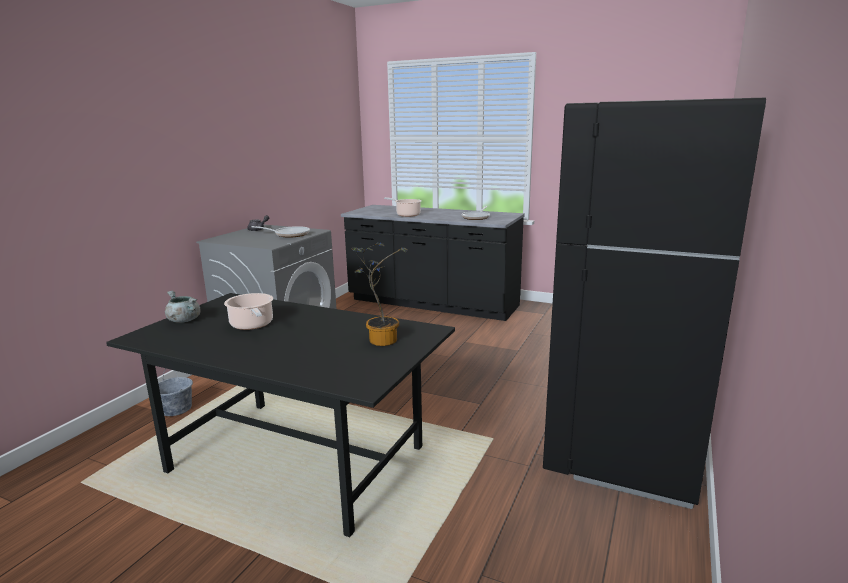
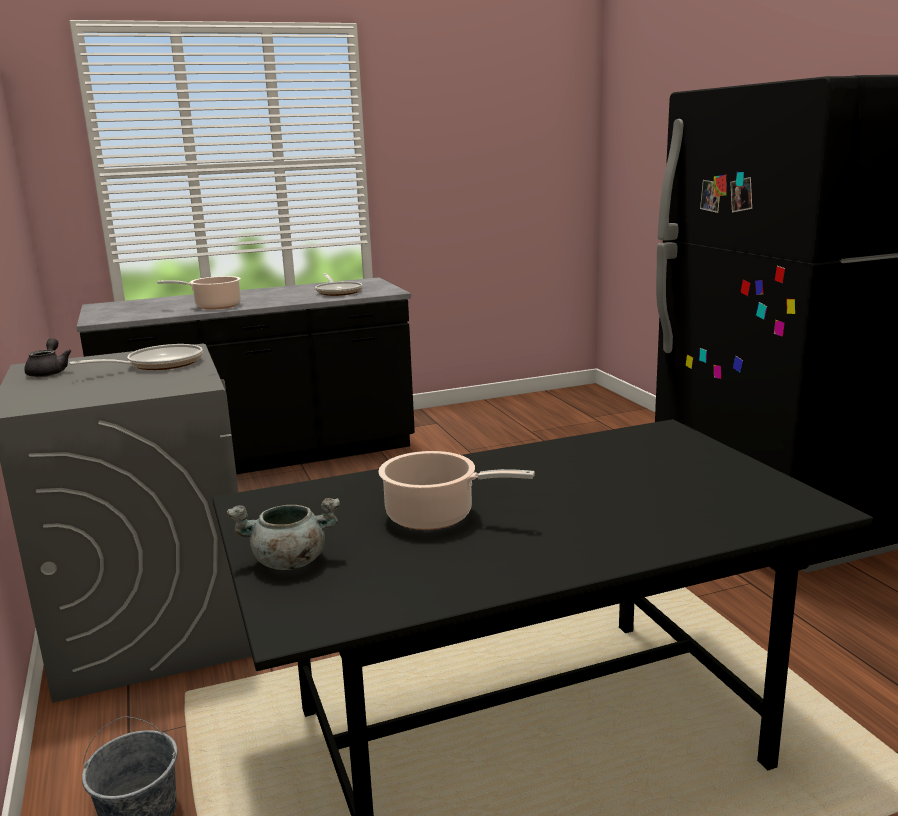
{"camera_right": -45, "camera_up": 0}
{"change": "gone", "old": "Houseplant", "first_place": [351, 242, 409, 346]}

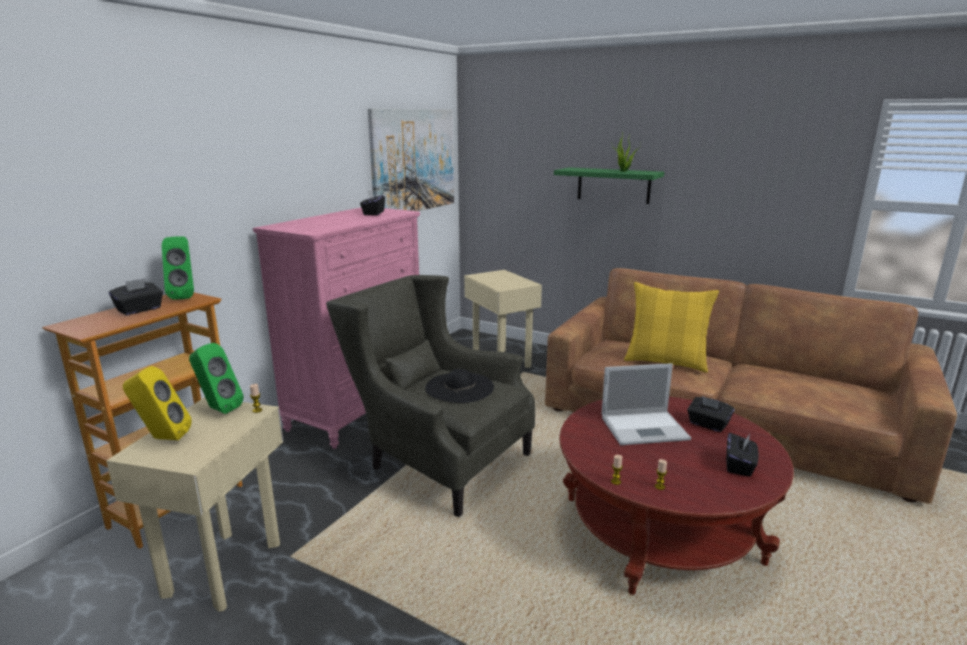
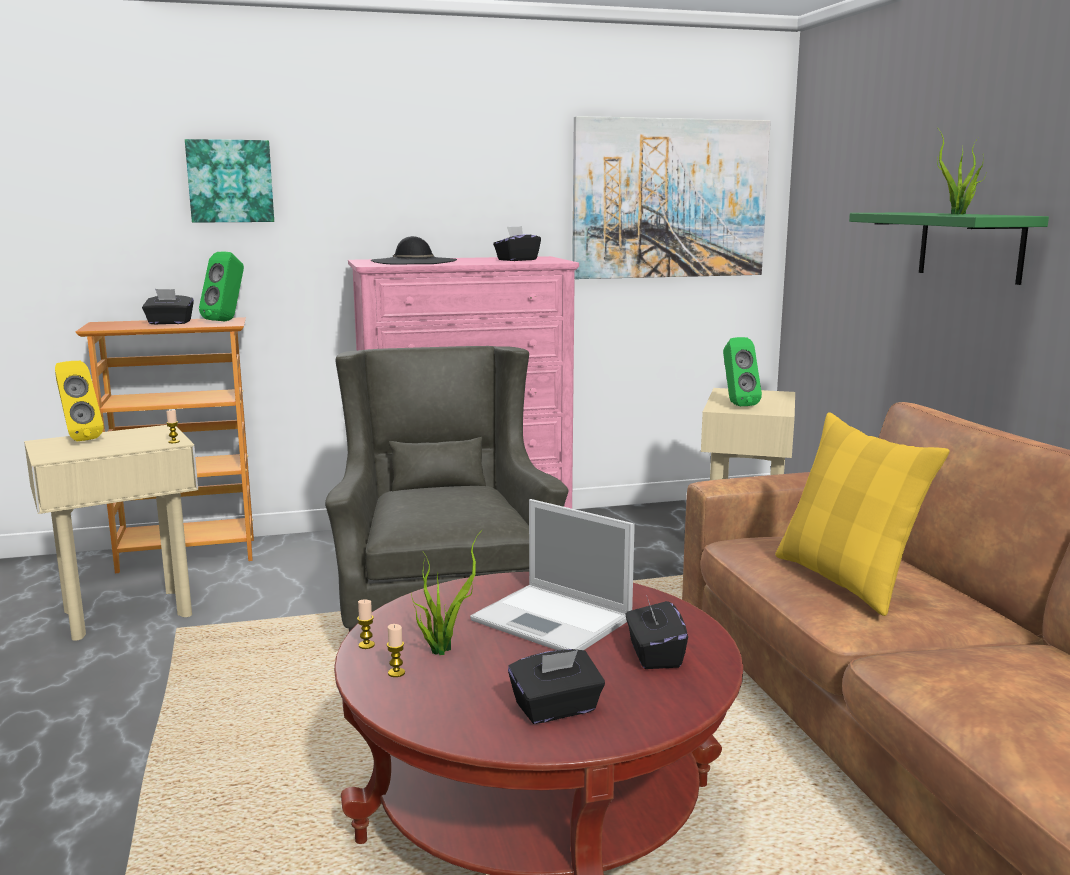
{"camera_right": 45, "camera_up": -5}
{"change": "shifted", "old": "GreenishSpeaker", "first_place": [189, 343, 244, 414], "second_place": [723, 337, 762, 406]}
{"change": "shifted", "old": "BlackishClothingHat", "first_place": [425, 368, 494, 403], "second_place": [371, 236, 457, 265]}
{"change": "new", "new": "WallPicture", "second_place": [185, 139, 274, 223]}
{"change": "new", "new": "Houseplant", "second_place": [411, 529, 483, 655]}

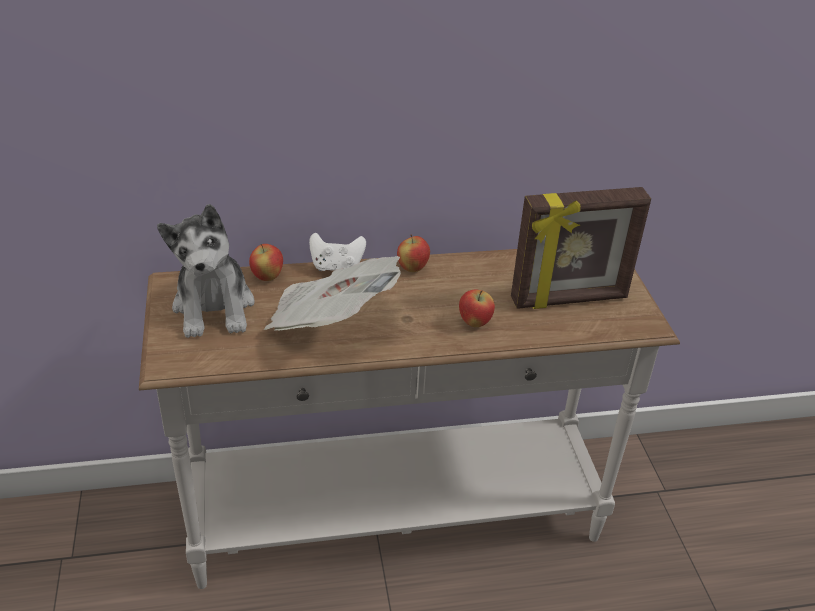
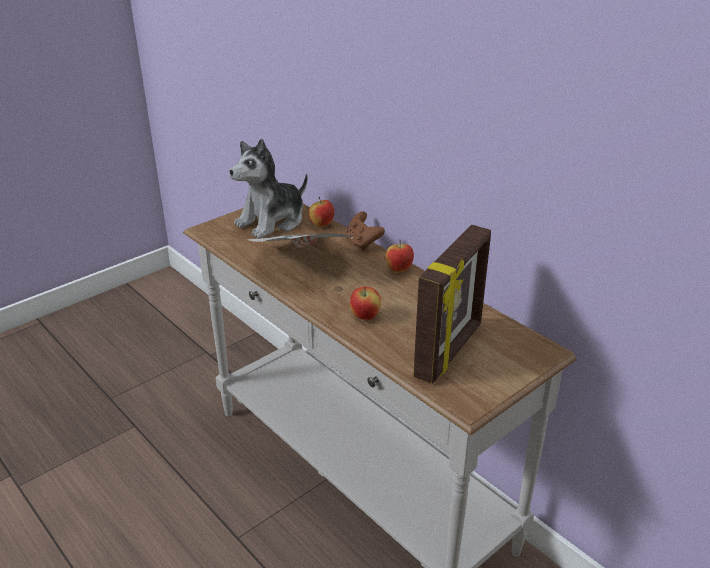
{"camera_right": 60, "camera_up": -5}
{"change": "rotated", "old": "PhotoFrame", "first_place": [511, 187, 651, 309], "second_place": [413, 225, 491, 384], "degrees": -105}
{"change": "repainted", "old": "WhiteColouredJoypad", "new": "BrownishJoypad", "first_place": [309, 233, 366, 271], "second_place": [345, 211, 385, 251]}

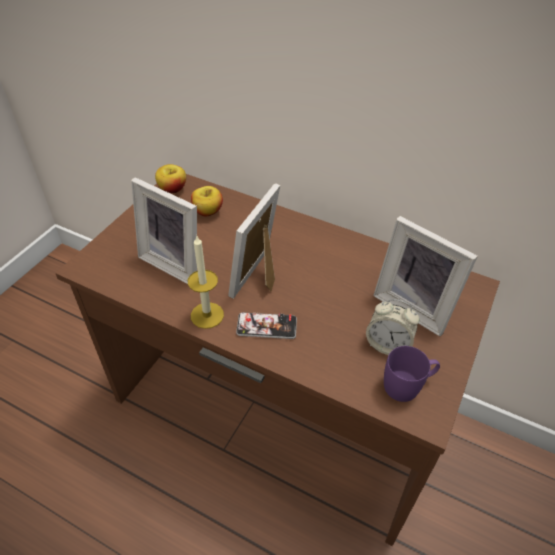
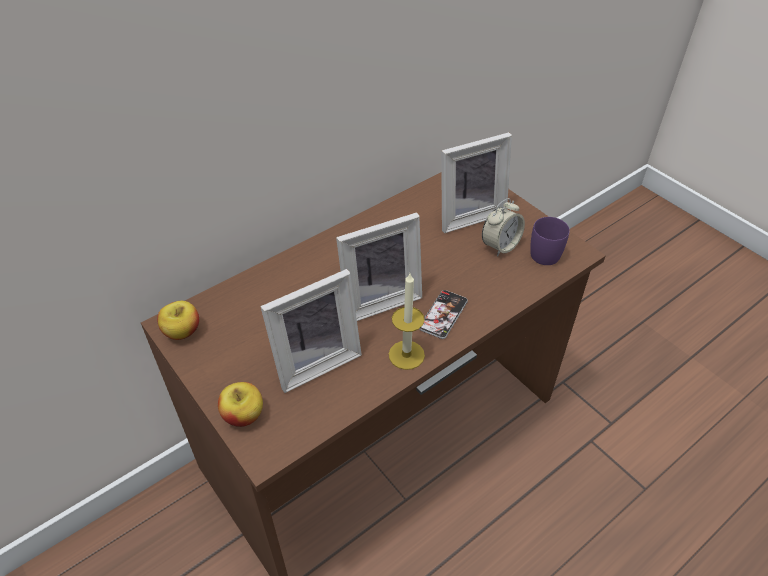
{"camera_right": -65, "camera_up": 0}
{"change": "rotated", "old": "PhotoFrame", "first_place": [228, 183, 280, 299], "second_place": [336, 212, 422, 321], "degrees": -75}
{"change": "shifted", "old": "Apple", "first_place": [191, 186, 223, 217], "second_place": [218, 382, 263, 427]}

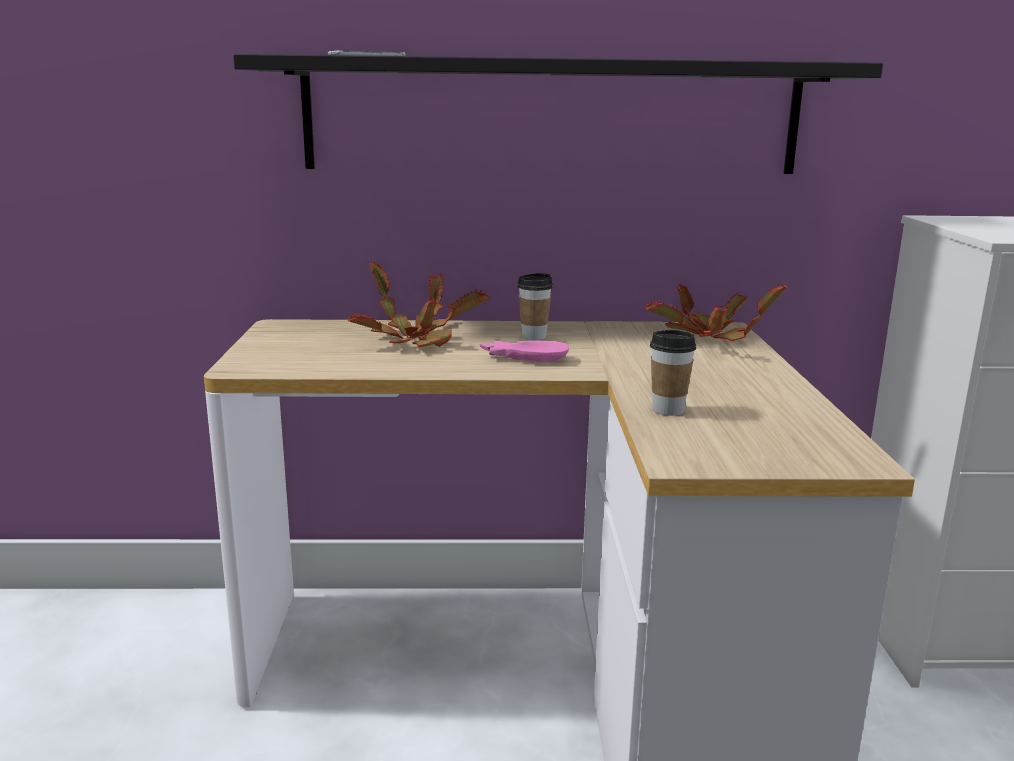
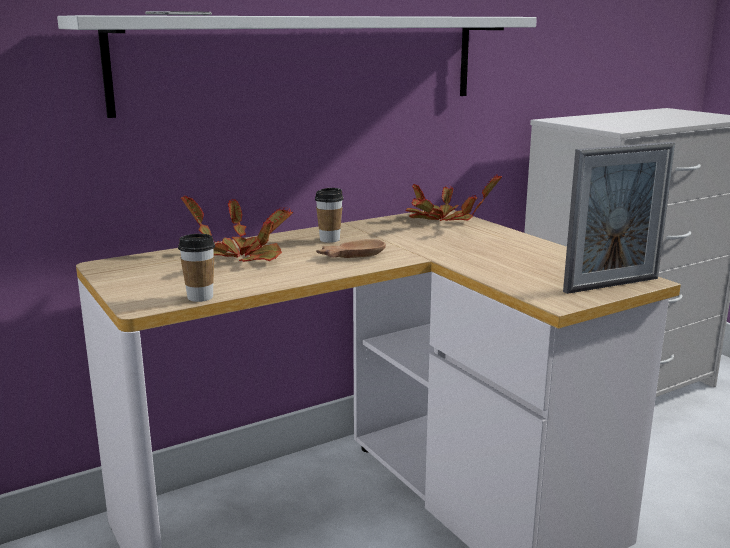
{"camera_right": -30, "camera_up": 0}
{"change": "repainted", "old": "BlackishWallShelf", "new": "WhiteColouredWallShelf", "first_place": [233, 54, 883, 174], "second_place": [57, 15, 537, 118]}
{"change": "shifted", "old": "SmallCup", "first_place": [650, 330, 696, 416], "second_place": [178, 234, 215, 302]}
{"change": "repainted", "old": "PinkColouredDeepDish", "new": "BrownishDeepDish", "first_place": [479, 341, 569, 362], "second_place": [316, 239, 386, 258]}
{"change": "new", "new": "PhotoFrame", "second_place": [563, 142, 675, 294]}

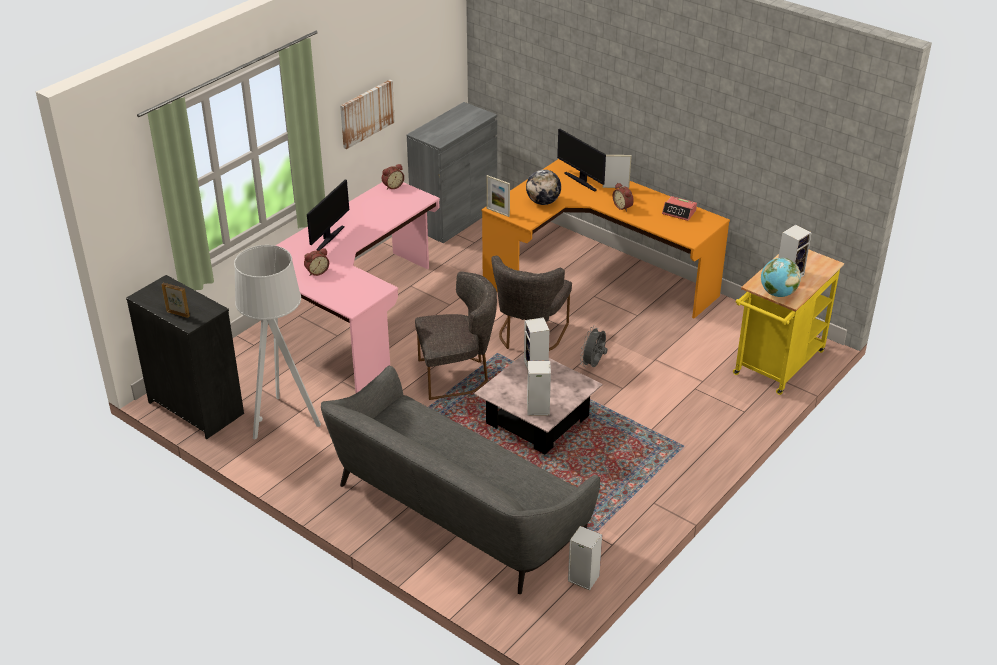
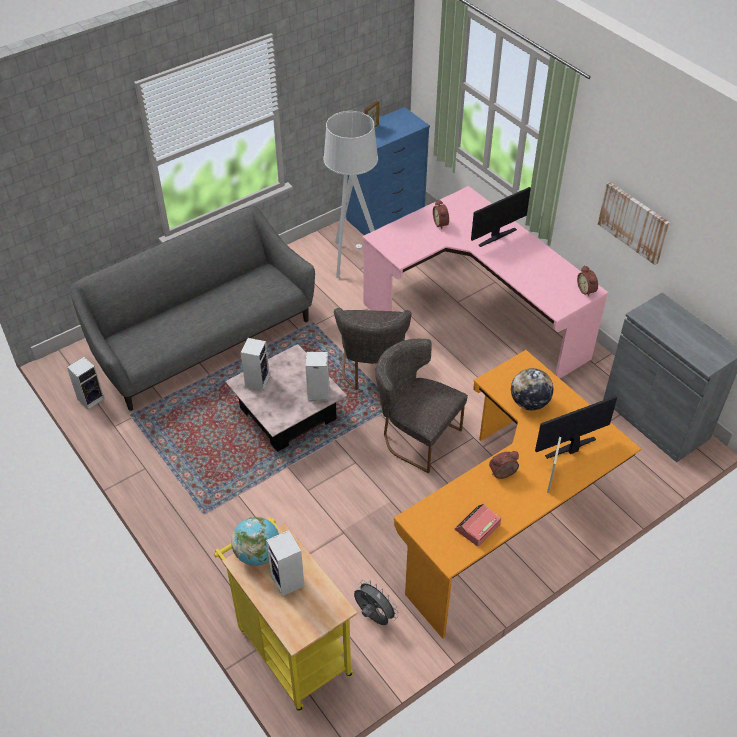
{"camera_right": 105, "camera_up": 10}
{"change": "gone", "old": "PhotoFrame", "first_place": [486, 175, 510, 217]}
{"change": "rotated", "old": "ComputerDisplay", "first_place": [307, 180, 349, 251], "second_place": [471, 187, 531, 247], "degrees": -75}
{"change": "repainted", "old": "BlackishChestOfDrawers", "new": "BlueColouredChestOfDrawers", "first_place": [126, 275, 244, 439], "second_place": [346, 107, 430, 235]}
{"change": "shifted", "old": "GrayFan", "first_place": [580, 326, 607, 367], "second_place": [354, 580, 398, 625]}

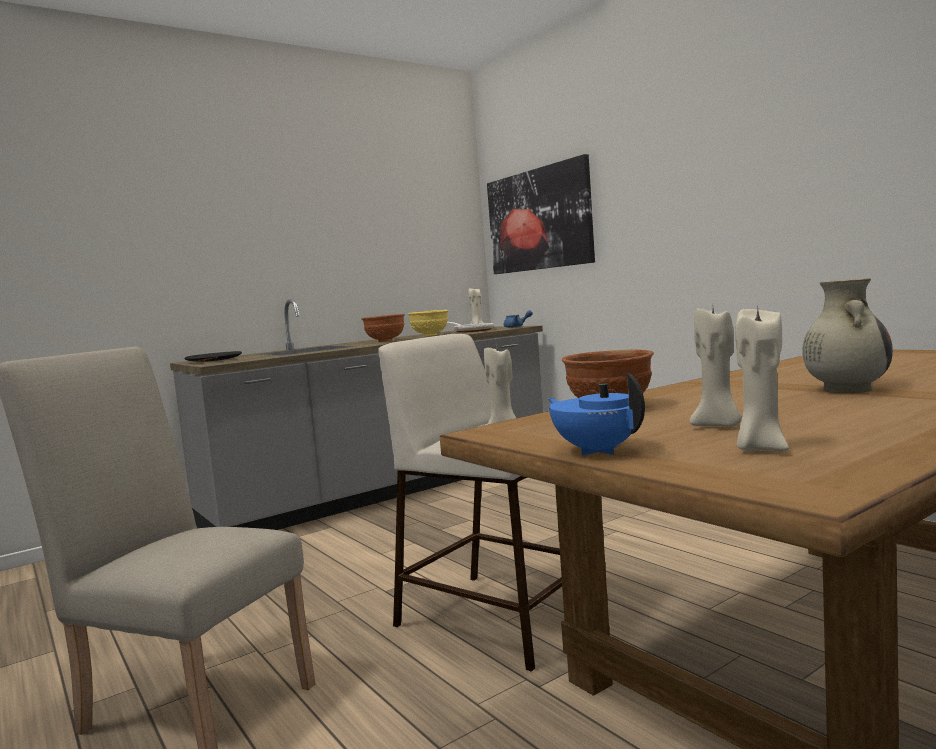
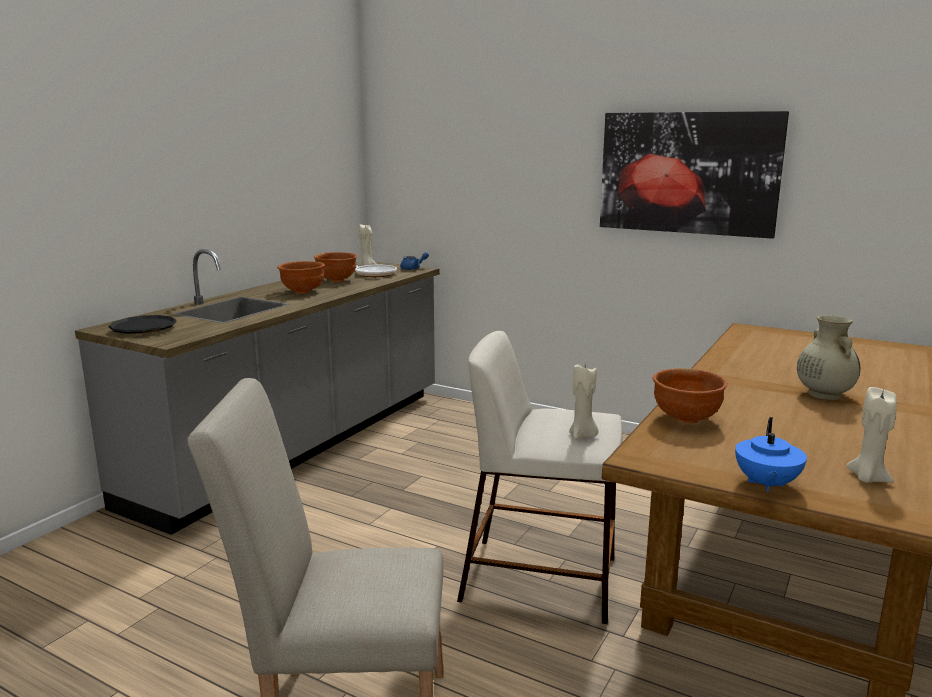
{"camera_right": -25, "camera_up": 10}
{"change": "shifted", "old": "WallPicture", "first_place": [487, 154, 595, 274], "second_place": [600, 111, 789, 239]}
{"change": "gone", "old": "BeigeColouredCandle", "first_place": [690, 308, 742, 427]}
{"change": "repainted", "old": "YellowDeepDish", "new": "BrownishDeepDish", "first_place": [408, 310, 449, 336], "second_place": [314, 252, 357, 282]}
{"change": "rotated", "old": "BlueColouredPotForTea", "first_place": [548, 373, 645, 456], "second_place": [735, 417, 807, 492], "degrees": -105}

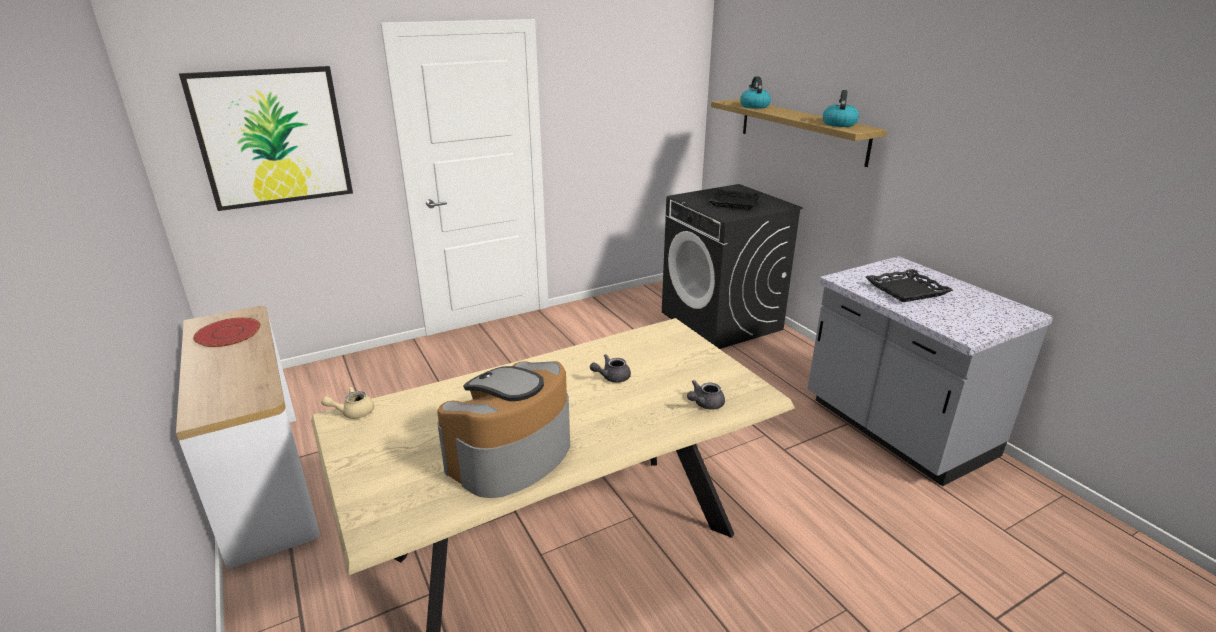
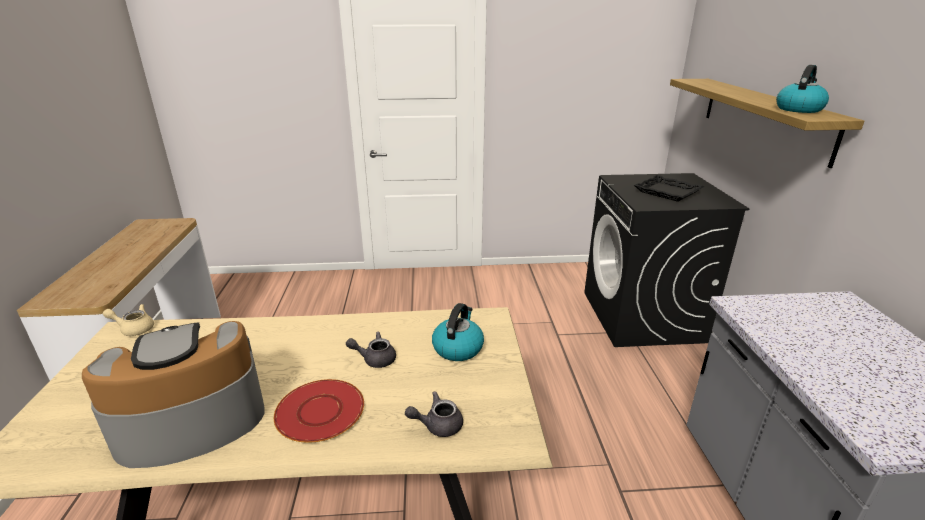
{"camera_right": 25, "camera_up": 0}
{"change": "gone", "old": "WallPicture", "first_place": [179, 66, 353, 211]}
{"change": "shifted", "old": "Kettle", "first_place": [740, 76, 771, 109], "second_place": [432, 303, 484, 361]}
{"change": "gone", "old": "BlackishTray", "first_place": [866, 269, 953, 302]}
{"change": "shifted", "old": "ReddishPlate", "first_place": [193, 317, 261, 347], "second_place": [274, 379, 364, 443]}

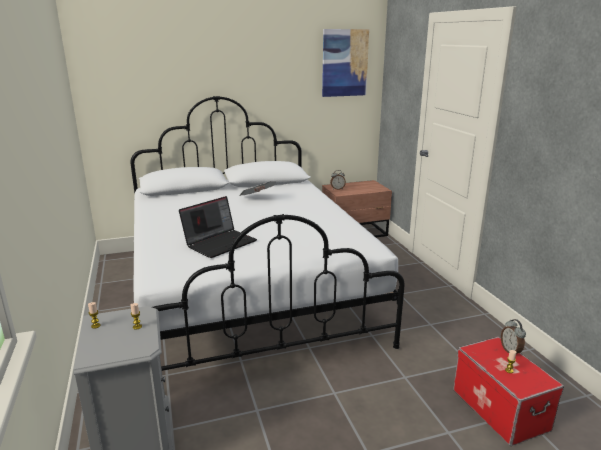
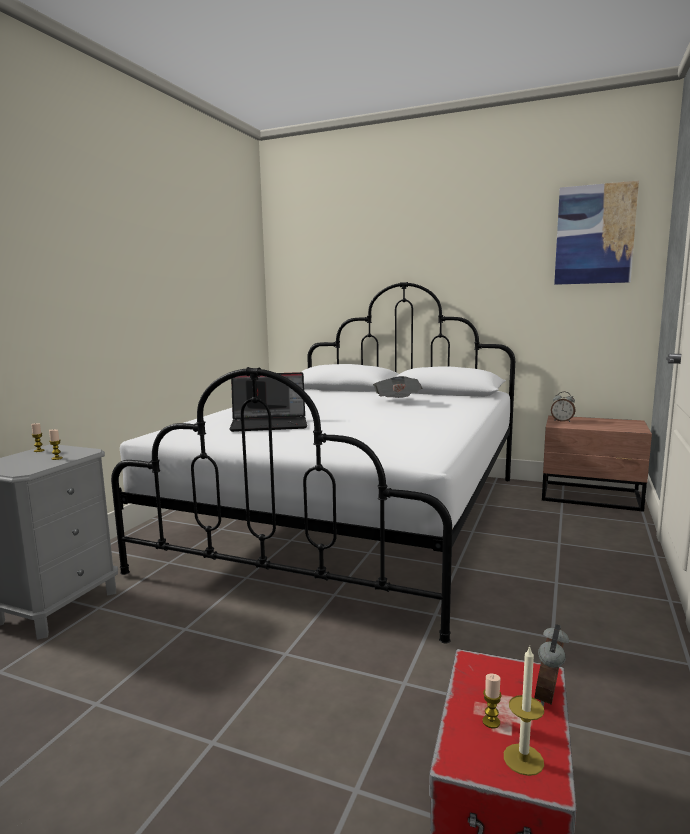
{"camera_right": 40, "camera_up": -10}
{"change": "new", "new": "Candle", "second_place": [504, 646, 544, 776]}

